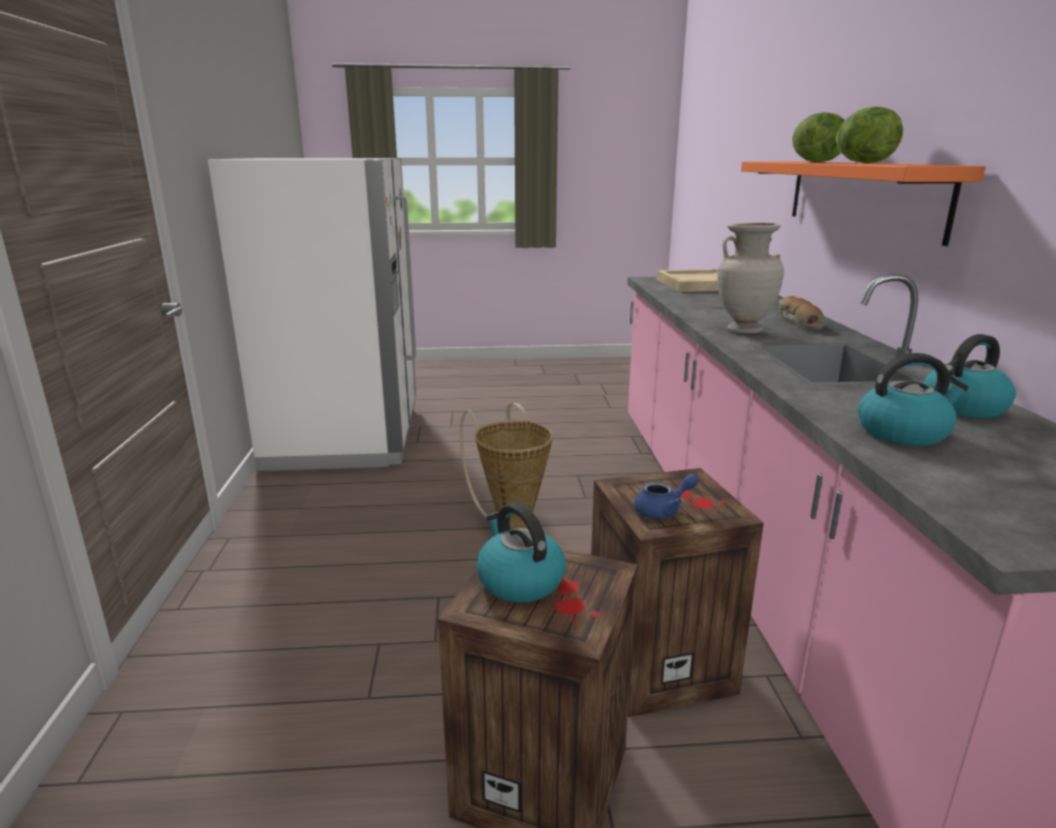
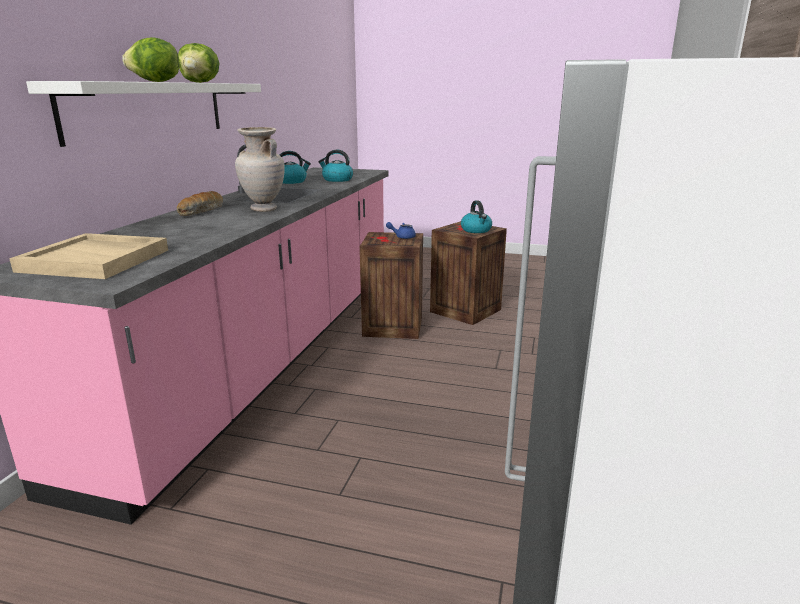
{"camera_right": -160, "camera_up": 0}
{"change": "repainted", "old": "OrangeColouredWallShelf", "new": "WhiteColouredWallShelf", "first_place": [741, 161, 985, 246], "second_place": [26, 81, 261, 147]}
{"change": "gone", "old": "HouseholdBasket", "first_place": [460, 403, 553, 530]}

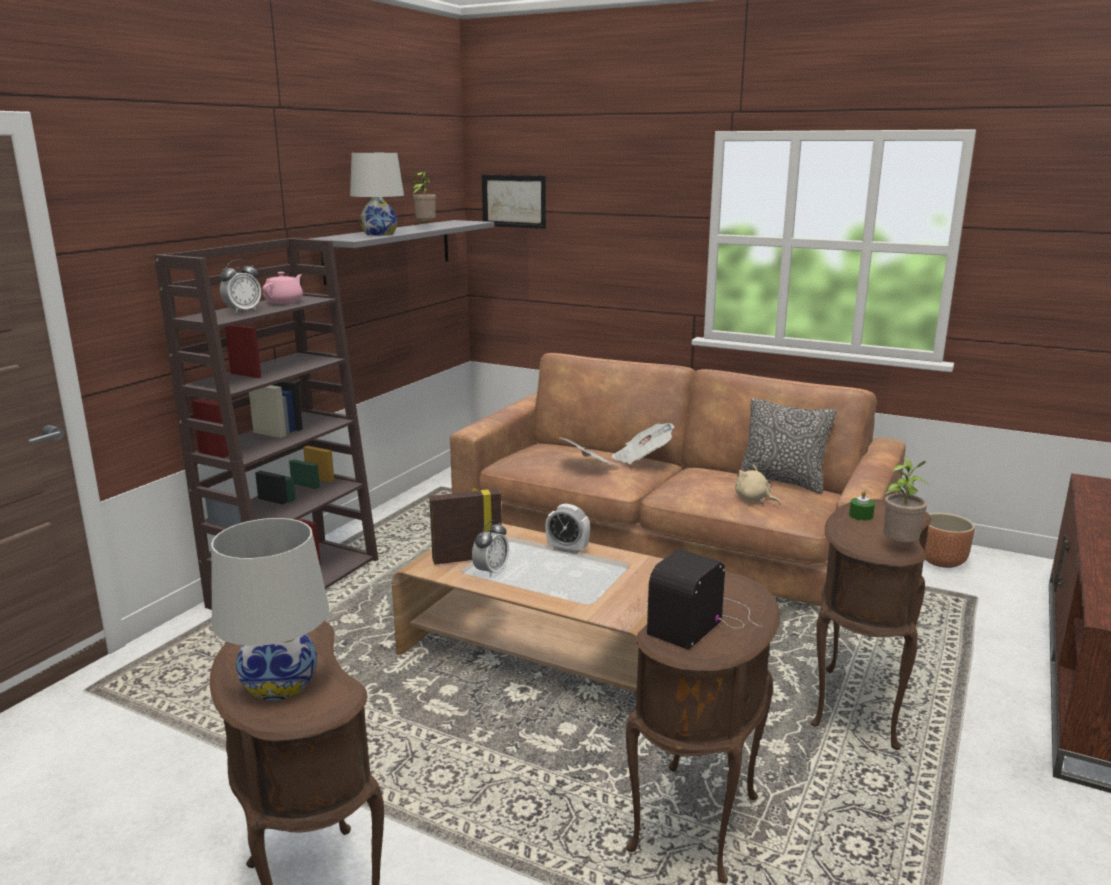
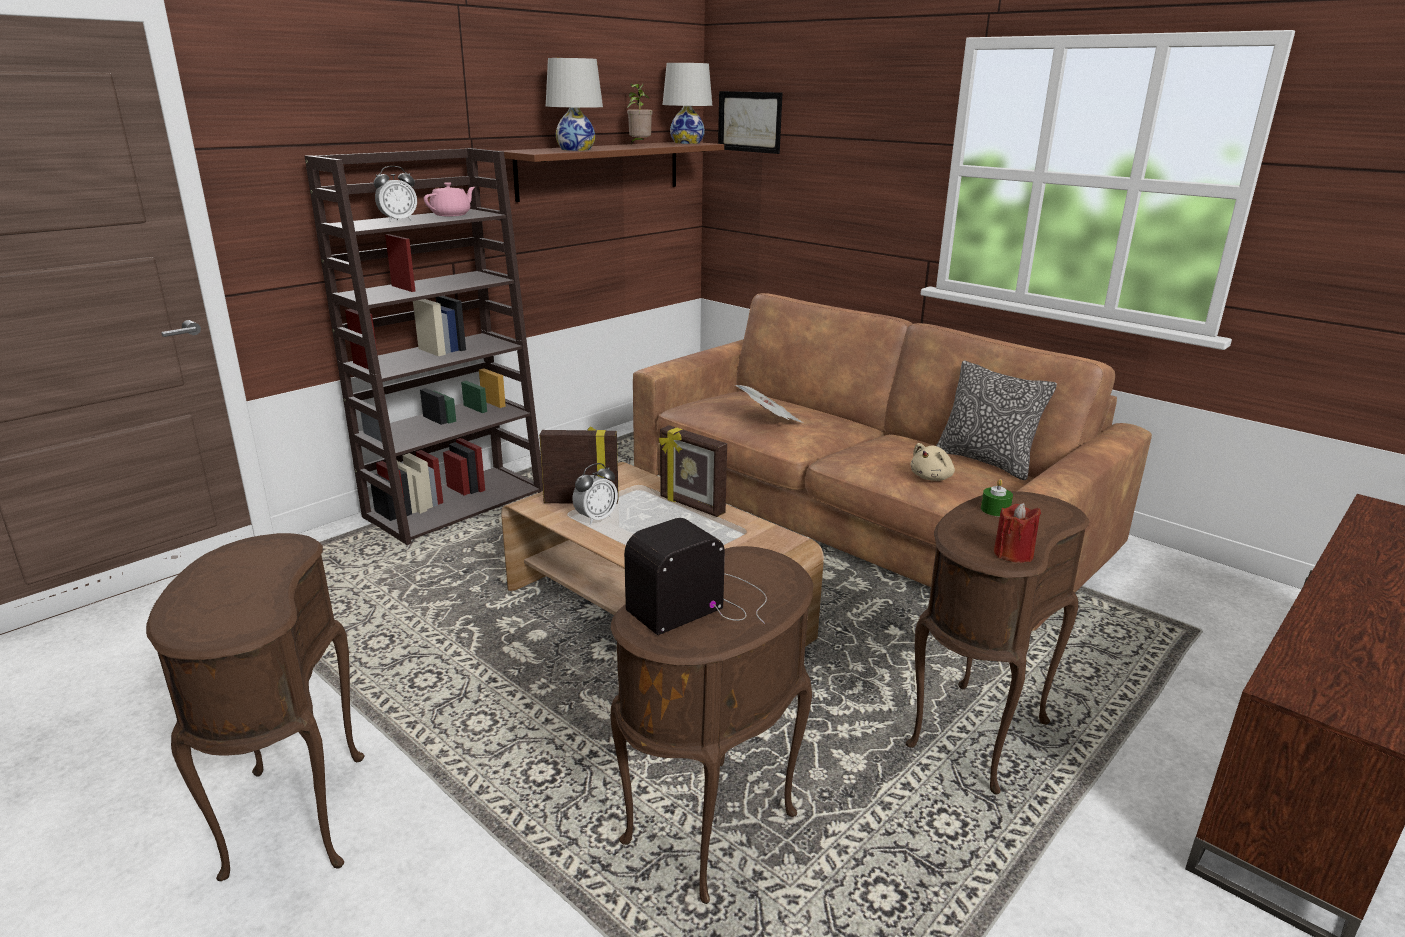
{"camera_right": 15, "camera_up": 5}
{"change": "repainted", "old": "GrayWallShelf", "new": "BrownishWallShelf", "first_place": [311, 220, 494, 285], "second_place": [504, 142, 724, 202]}
{"change": "gone", "old": "PrintedPaper", "first_place": [611, 423, 675, 464]}
{"change": "swapped", "old": "Houseplant", "new": "ReddishCandle", "first_place": [883, 457, 929, 542], "second_place": [994, 503, 1041, 563]}
{"change": "rotated", "old": "BeigeColouredCuddlyToy", "first_place": [735, 464, 781, 505], "second_place": [910, 443, 955, 481], "degrees": -105}
{"change": "swapped", "old": "AlarmClock", "new": "PhotoFrame", "first_place": [545, 504, 590, 554], "second_place": [659, 425, 727, 517]}
{"change": "gone", "old": "BrownishPlanter", "first_place": [925, 513, 975, 568]}
{"change": "shifted", "old": "WhiteColouredTableLamp", "first_place": [211, 518, 329, 701], "second_place": [663, 63, 712, 144]}

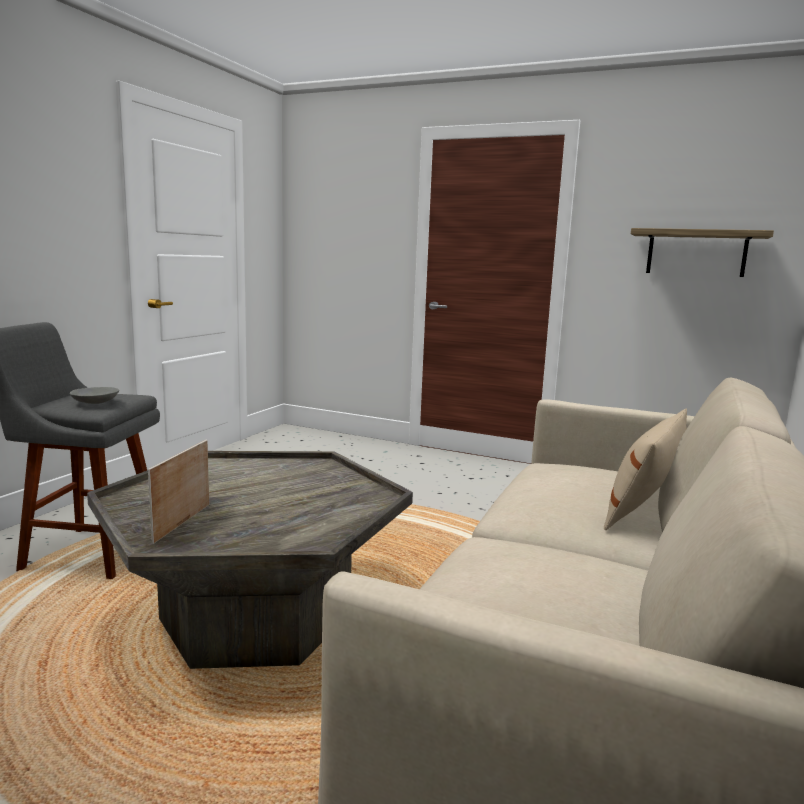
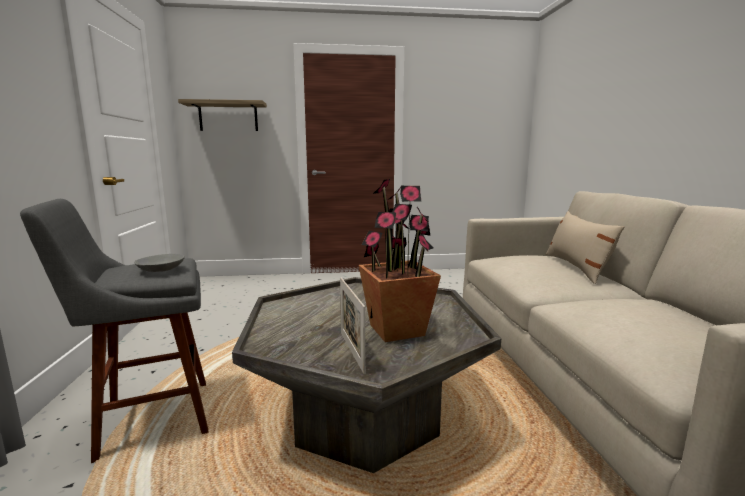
{"camera_right": -30, "camera_up": 0}
{"change": "shifted", "old": "WallShelf", "first_place": [631, 228, 774, 277], "second_place": [178, 99, 267, 131]}
{"change": "new", "new": "Houseplant", "second_place": [359, 179, 441, 342]}

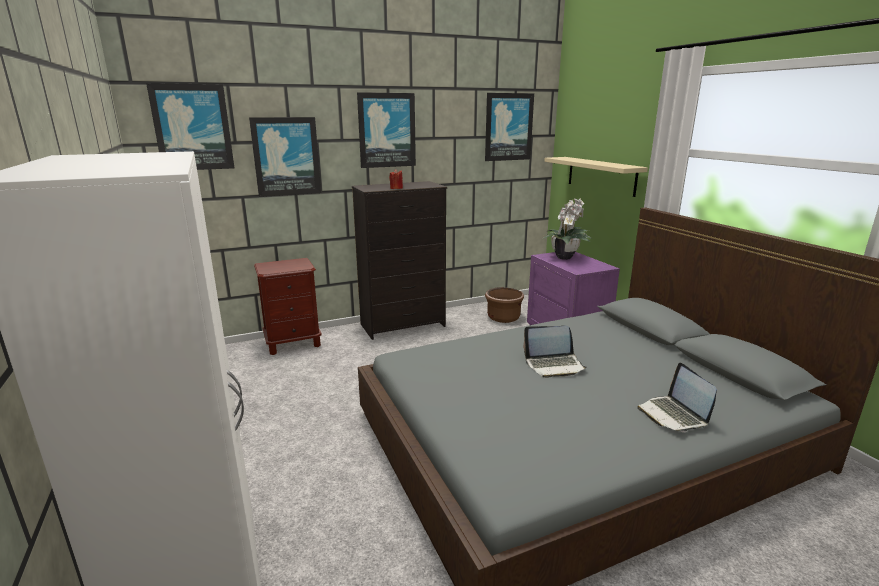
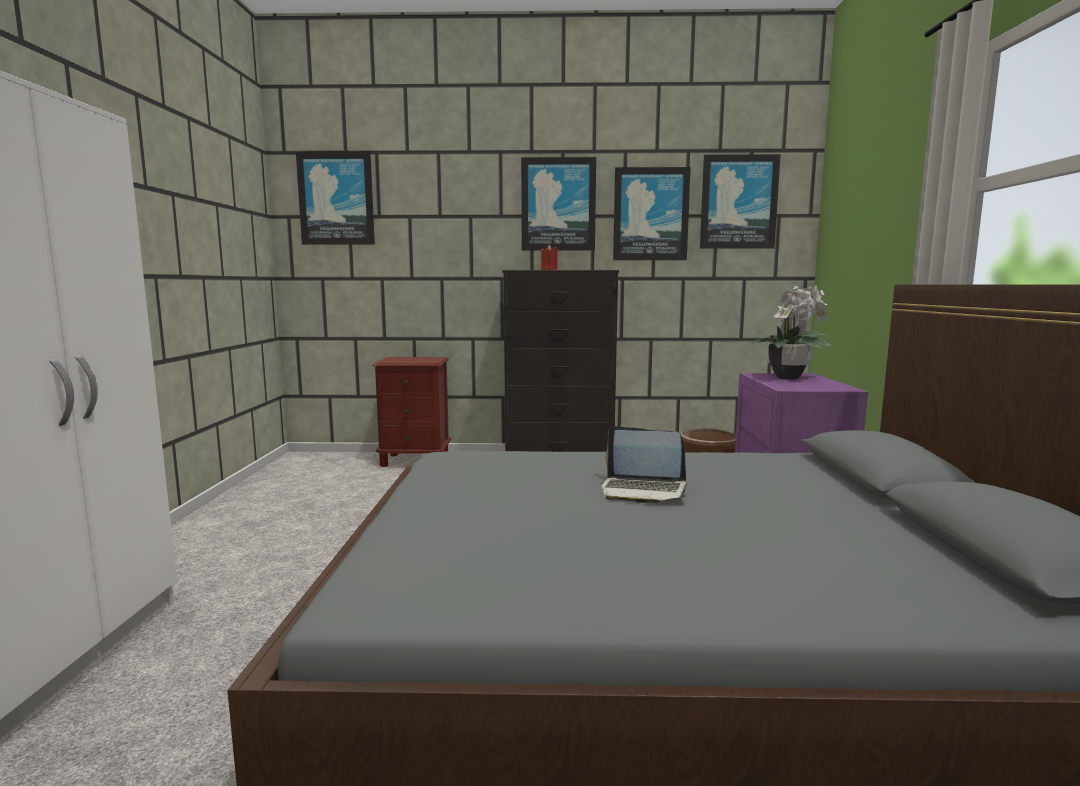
{"camera_right": 25, "camera_up": -10}
{"change": "shifted", "old": "WallPicture", "first_place": [249, 117, 321, 197], "second_place": [613, 167, 691, 260]}
{"change": "gone", "old": "BeigeColouredWallShelf", "first_place": [544, 157, 648, 197]}
{"change": "gone", "old": "PortableComputer", "first_place": [637, 363, 717, 433]}

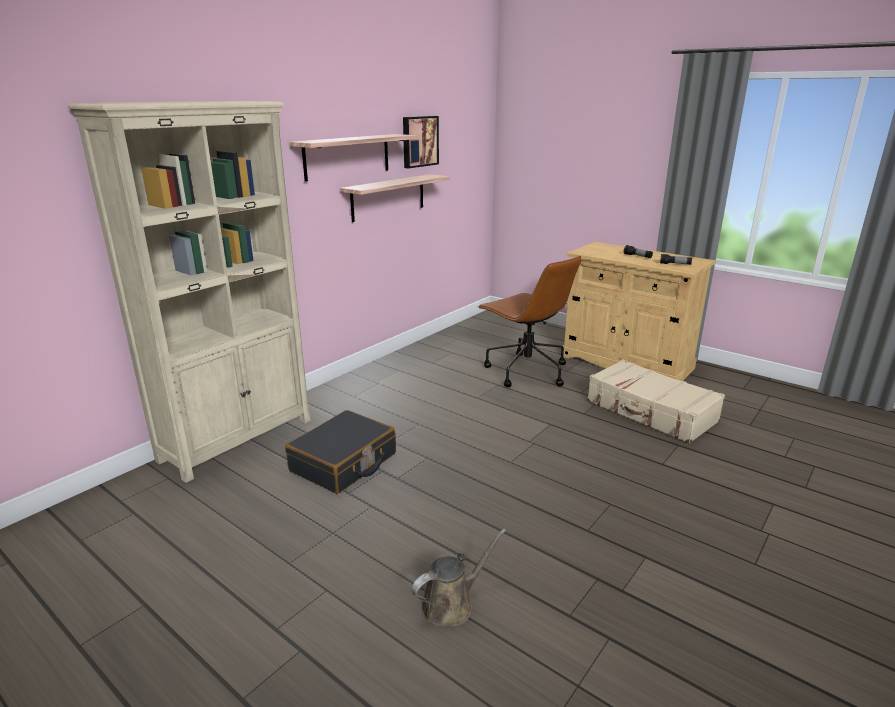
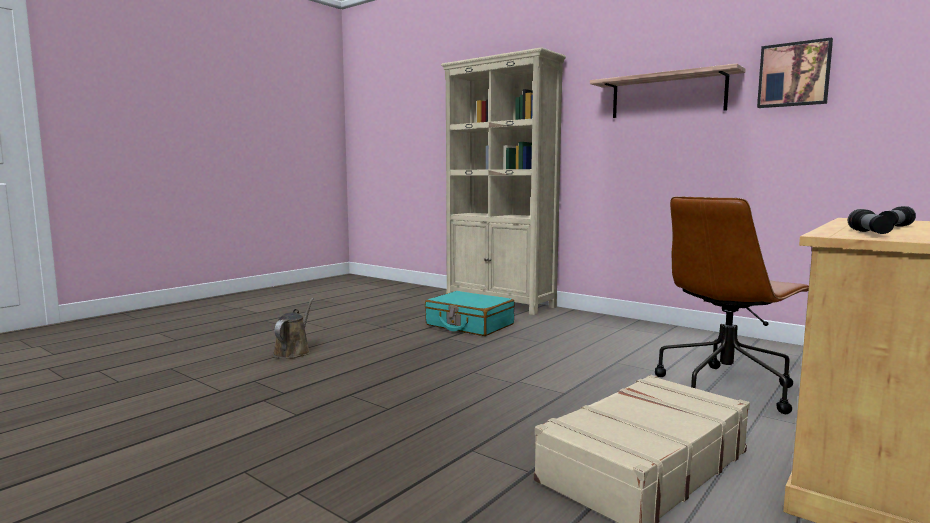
{"camera_right": 90, "camera_up": -15}
{"change": "gone", "old": "WallShelf", "first_place": [340, 174, 450, 222]}
{"change": "repainted", "old": "BlackishSuitcase", "new": "TurquoiseColouredSuitcase", "first_place": [285, 410, 396, 494], "second_place": [425, 291, 515, 336]}
{"change": "rotated", "old": "BrownishWateringPot", "first_place": [412, 529, 506, 626], "second_place": [273, 298, 314, 359], "degrees": -135}

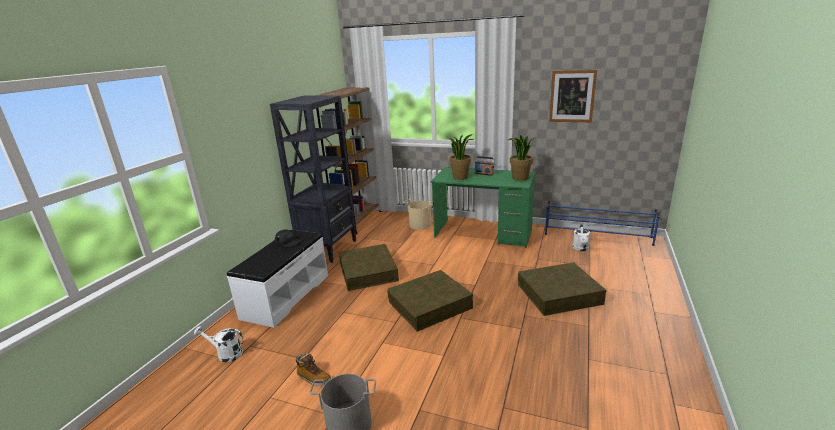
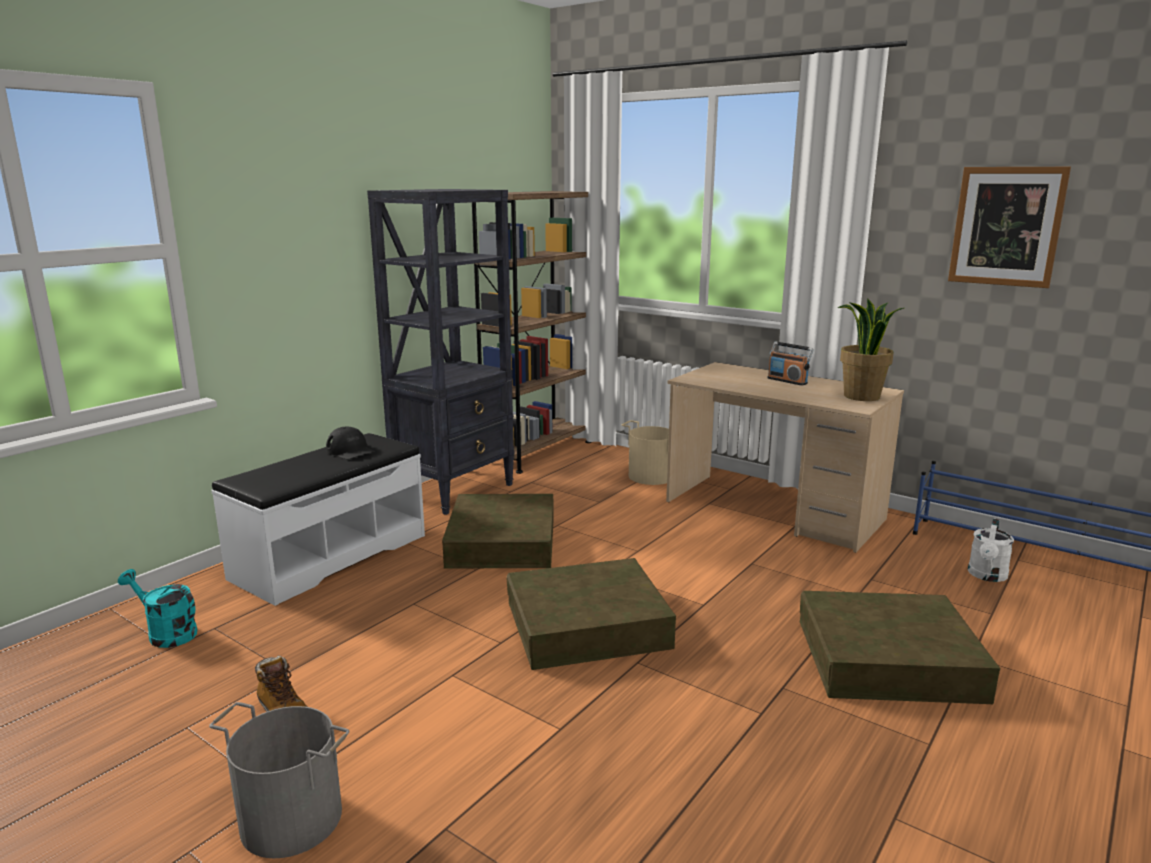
{"camera_right": 15, "camera_up": -5}
{"change": "gone", "old": "Houseplant", "first_place": [448, 134, 473, 180]}
{"change": "repainted", "old": "GreenishDeskTable", "new": "BeigeColouredDeskTable", "first_place": [431, 167, 535, 248], "second_place": [666, 362, 904, 553]}
{"change": "repainted", "old": "WhiteColouredWateringPot", "new": "TurquoiseColouredWateringPot", "first_place": [194, 326, 244, 362], "second_place": [118, 569, 197, 648]}

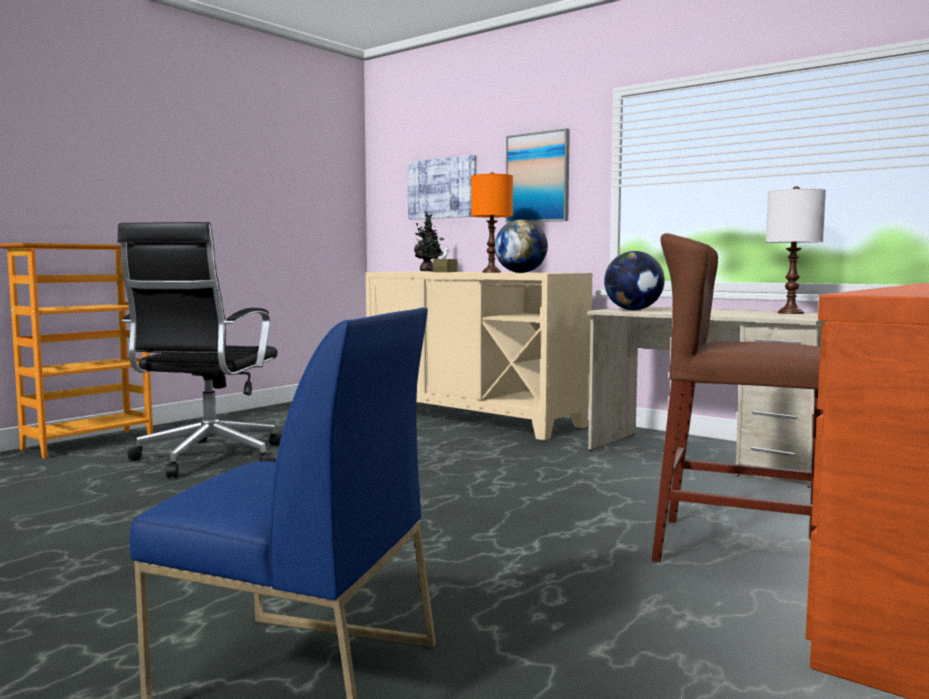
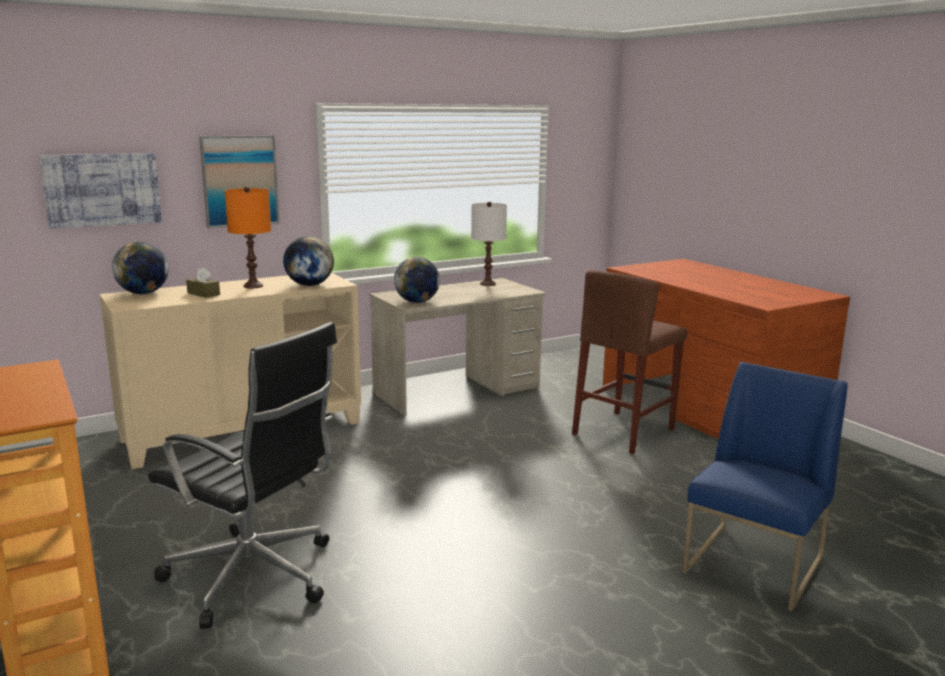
{"camera_right": -70, "camera_up": 10}
{"change": "swapped", "old": "Houseplant", "new": "WorldGlobe", "first_place": [414, 211, 444, 271], "second_place": [112, 242, 169, 294]}

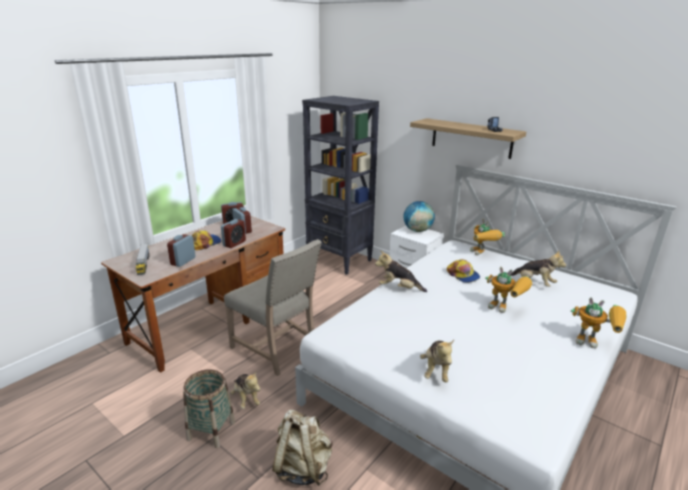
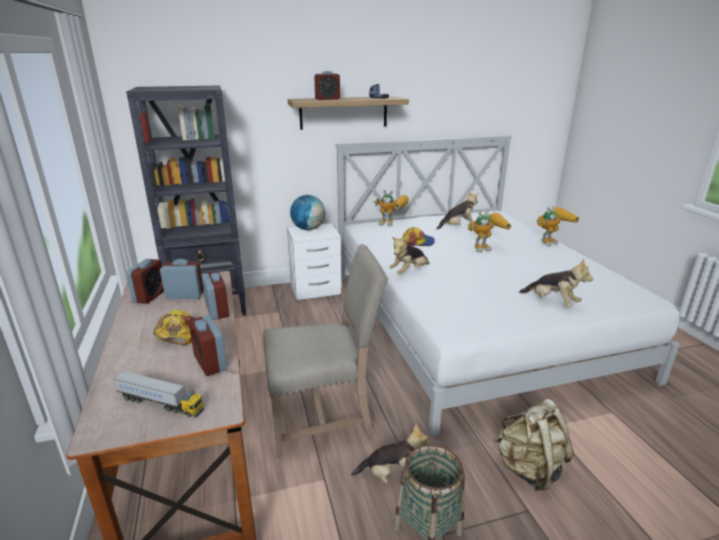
{"camera_right": -55, "camera_up": 0}
{"change": "new", "new": "AlarmClock", "second_place": [314, 71, 340, 100]}

